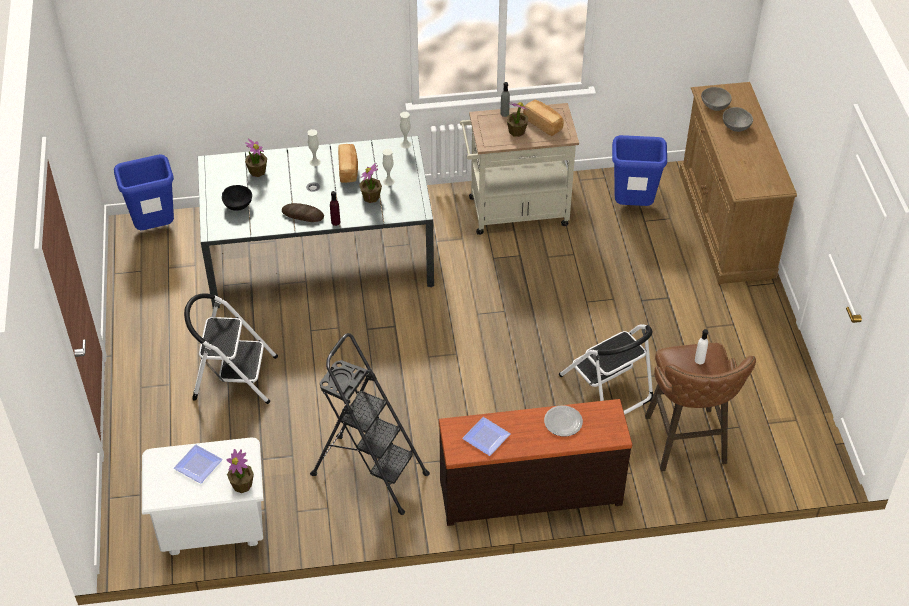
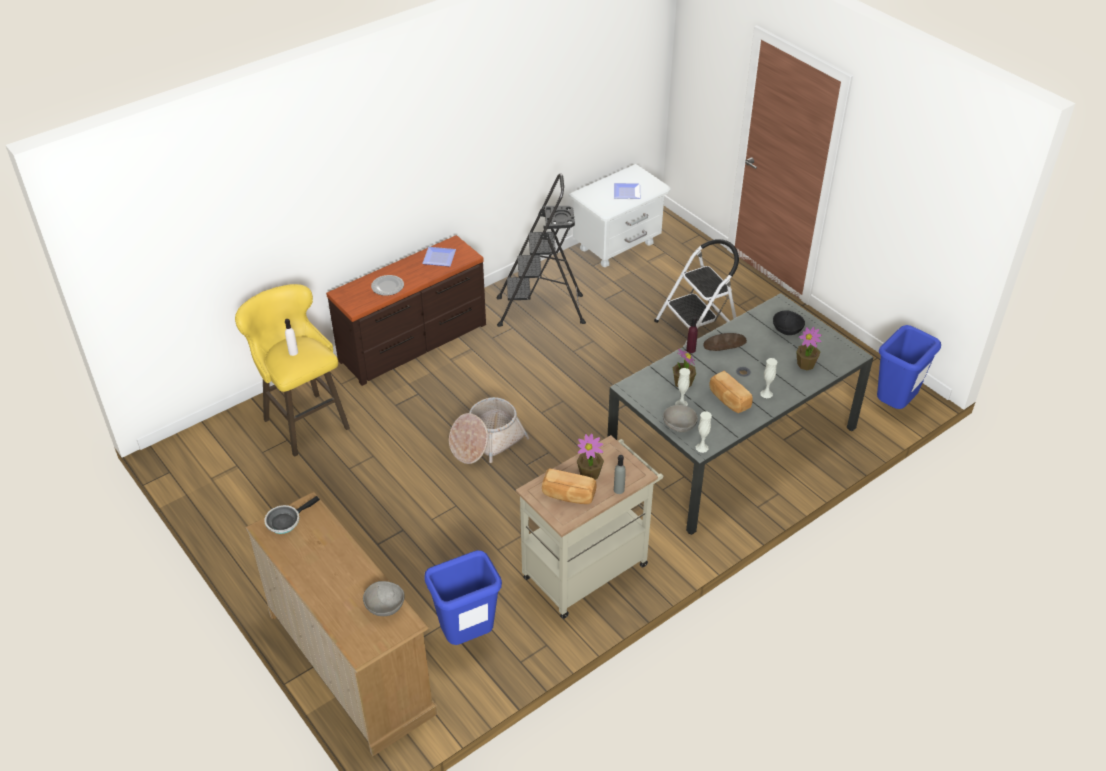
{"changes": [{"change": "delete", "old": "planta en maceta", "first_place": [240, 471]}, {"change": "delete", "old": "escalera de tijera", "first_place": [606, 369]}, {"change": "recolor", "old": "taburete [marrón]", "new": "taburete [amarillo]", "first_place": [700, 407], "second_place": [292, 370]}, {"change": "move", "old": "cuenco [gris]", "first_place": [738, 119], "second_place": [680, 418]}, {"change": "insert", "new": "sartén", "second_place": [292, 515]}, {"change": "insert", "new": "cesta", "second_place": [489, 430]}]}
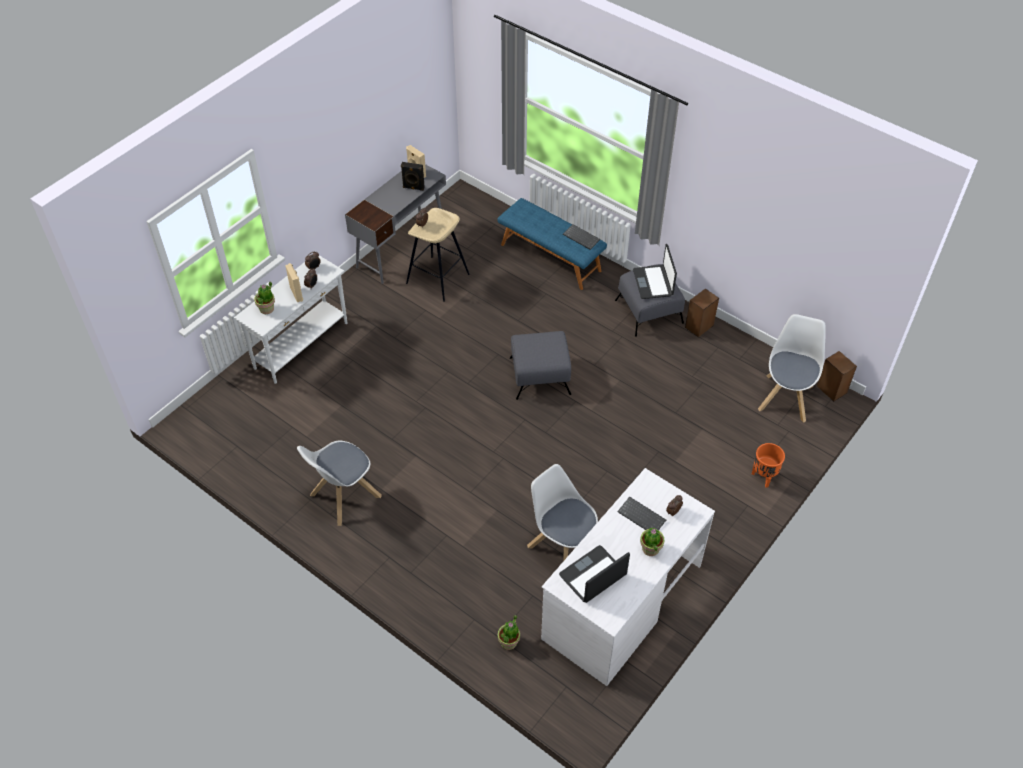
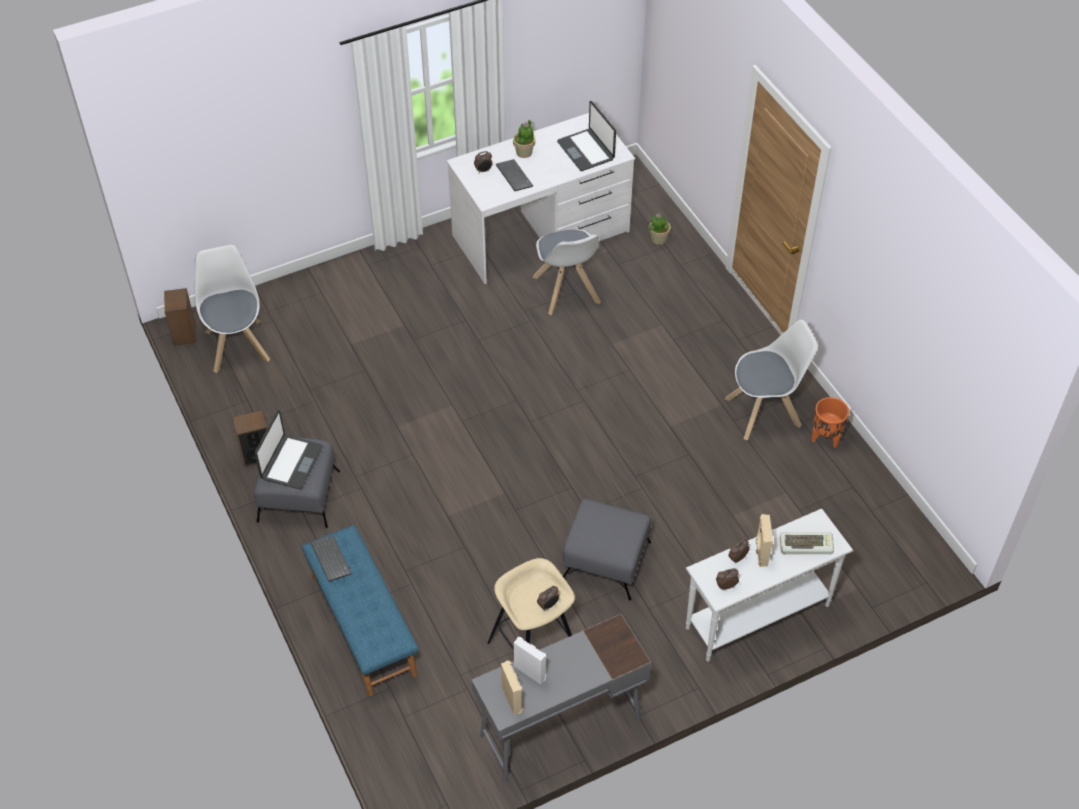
{"changes": [{"change": "replace", "old": "planta en maceta", "new": "teclado", "first_place": [264, 297], "second_place": [806, 543]}, {"change": "recolor", "old": "altavoz [negro]", "new": "altavoz [blanco]", "first_place": [413, 176], "second_place": [530, 660]}, {"change": "move", "old": "puf [gris]", "first_place": [540, 365], "second_place": [606, 549]}, {"change": "rotate", "old": "portátil", "first_place": [594, 574], "second_place": [586, 136], "degrees": 75}, {"change": "move", "old": "maceta [naranja]", "first_place": [768, 465], "second_place": [830, 422]}, {"change": "rotate", "old": "silla", "first_place": [792, 368], "second_place": [232, 309], "degrees": 120}]}
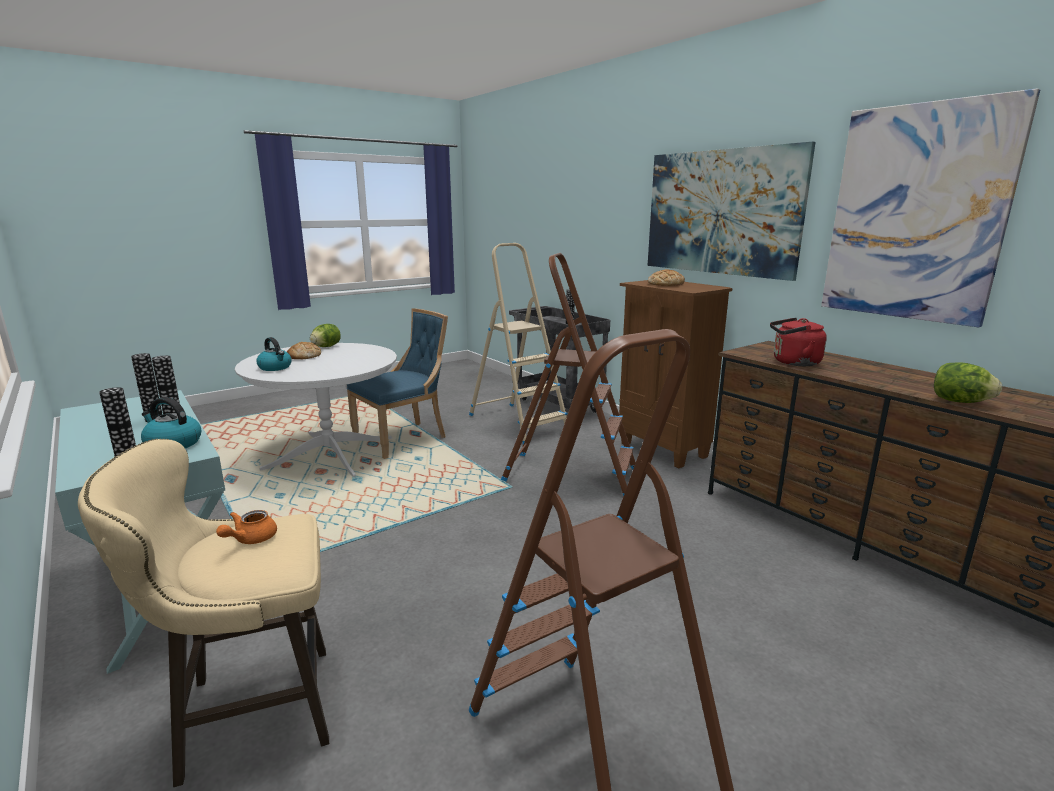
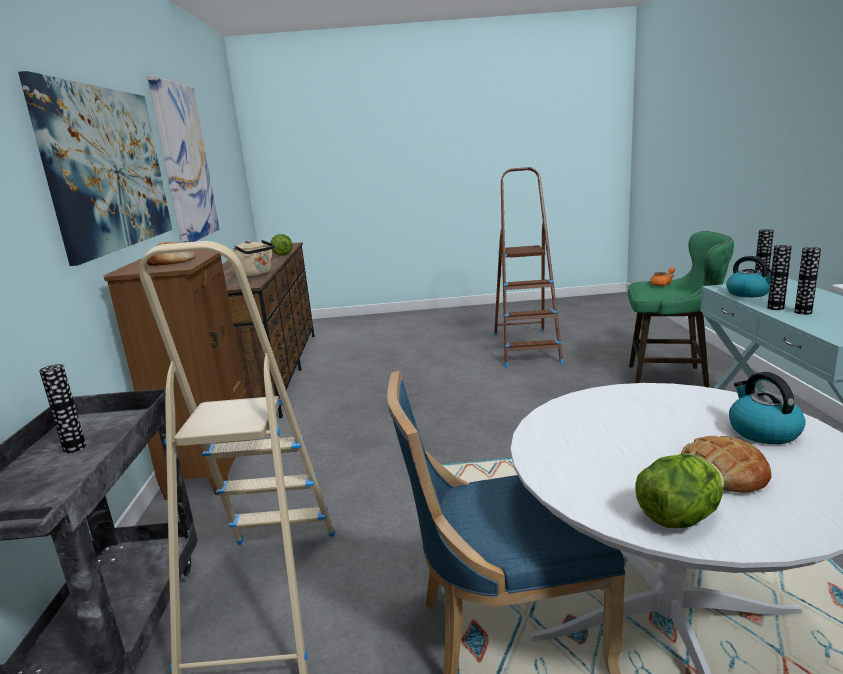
{"changes": [{"change": "recolor", "old": "taburete [beis]", "new": "taburete [verde]", "first_place": [203, 613], "second_place": [681, 309]}, {"change": "delete", "old": "escalera de tijera [marrón]", "first_place": [568, 374]}, {"change": "recolor", "old": "hervidor [rojo]", "new": "hervidor [beis]", "first_place": [798, 342], "second_place": [254, 259]}]}
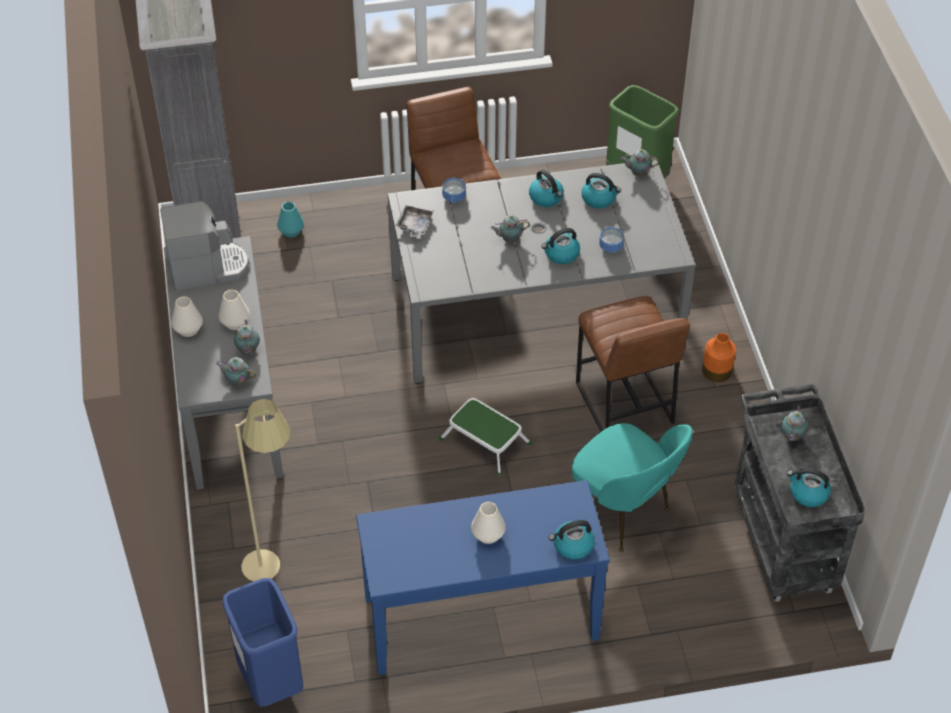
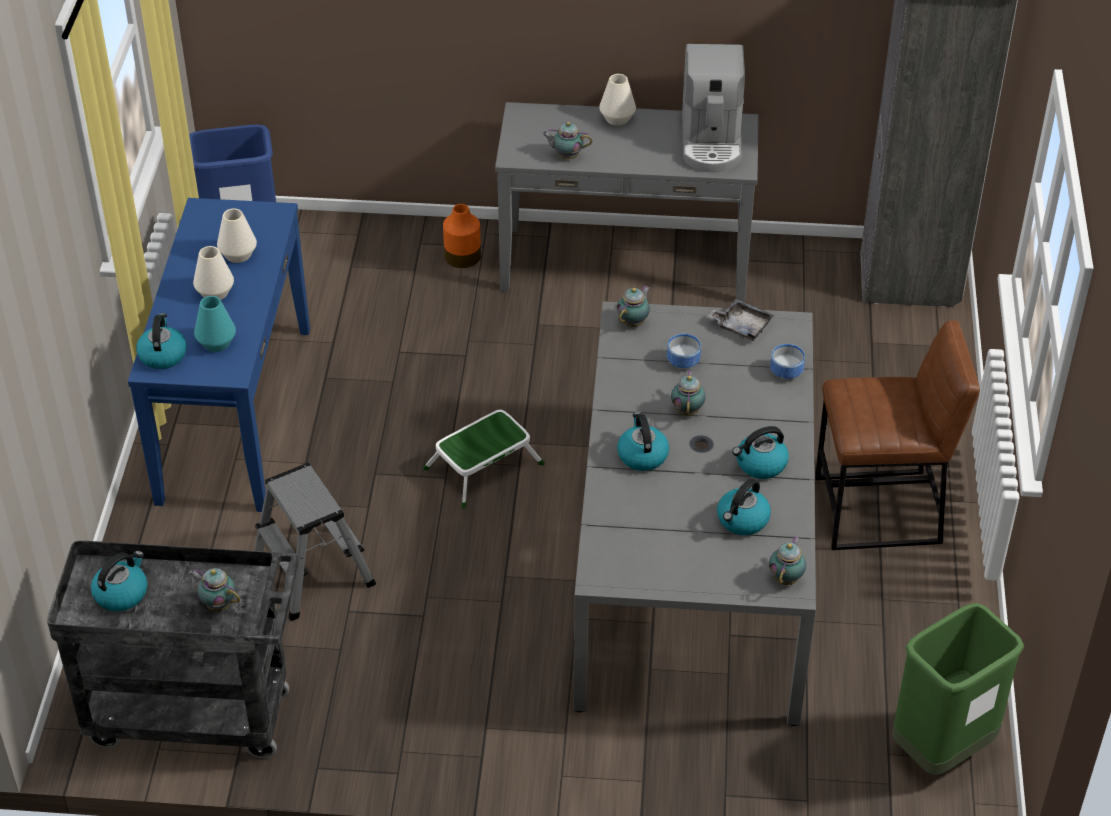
{"changes": [{"change": "move", "old": "tetera", "first_place": [235, 372], "second_place": [633, 306]}, {"change": "move", "old": "florero [blanco]", "first_place": [234, 310], "second_place": [237, 236]}, {"change": "delete", "old": "lámpara de pie [beis]", "first_place": [262, 490]}, {"change": "move", "old": "florero [turquesa]", "first_place": [290, 220], "second_place": [215, 324]}, {"change": "replace", "old": "silla [turquesa]", "new": "escalera de tijera [gris]", "first_place": [632, 487], "second_place": [315, 541]}, {"change": "delete", "old": "silla [marrón]", "first_place": [633, 364]}, {"change": "move", "old": "cuenco", "first_place": [611, 239], "second_place": [684, 351]}, {"change": "move", "old": "florero [naranja]", "first_place": [719, 357], "second_place": [462, 236]}]}
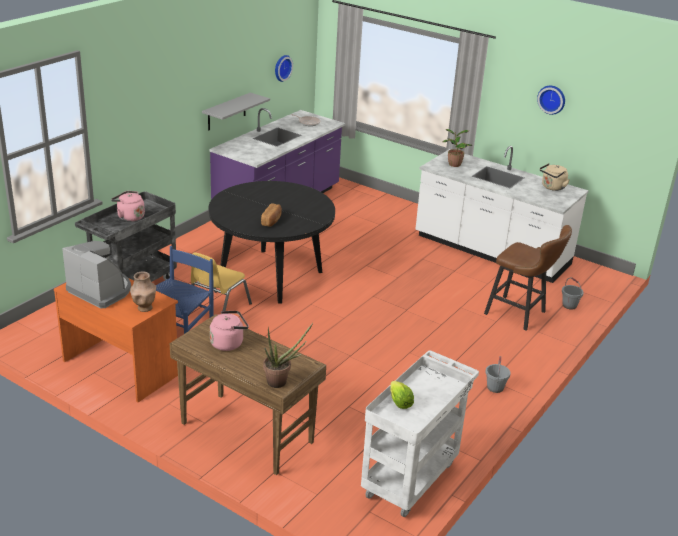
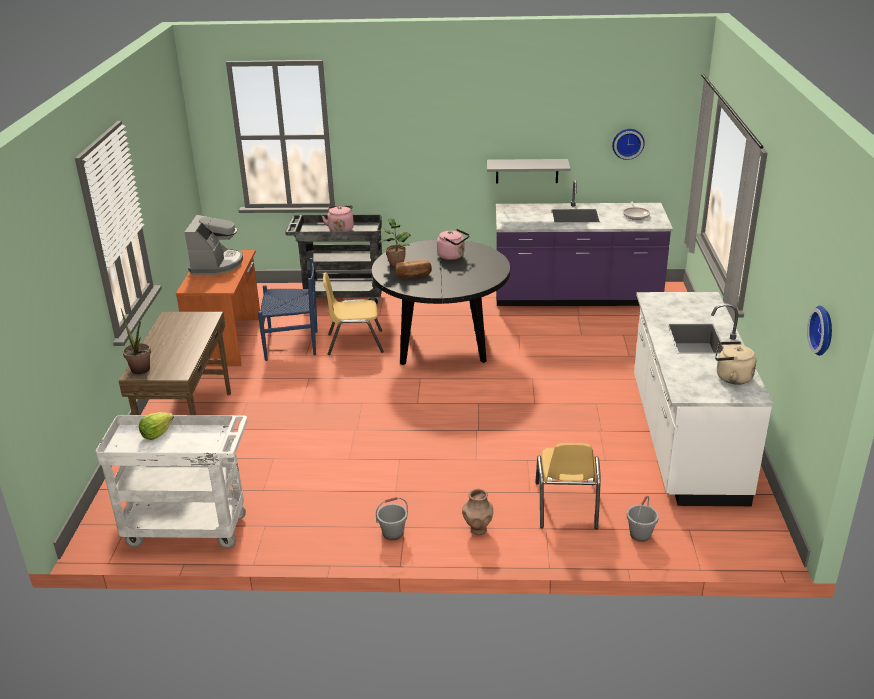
{"changes": [{"change": "move", "old": "florero [marrón]", "first_place": [143, 292], "second_place": [477, 512]}, {"change": "move", "old": "hervidor [rosa]", "first_place": [229, 331], "second_place": [453, 244]}, {"change": "move", "old": "planta en maceta", "first_place": [457, 148], "second_place": [394, 242]}, {"change": "replace", "old": "taburete [marrón]", "new": "silla [amarillo]", "first_place": [528, 278], "second_place": [568, 486]}, {"change": "move", "old": "reloj de pared", "first_place": [551, 100], "second_place": [819, 331]}]}
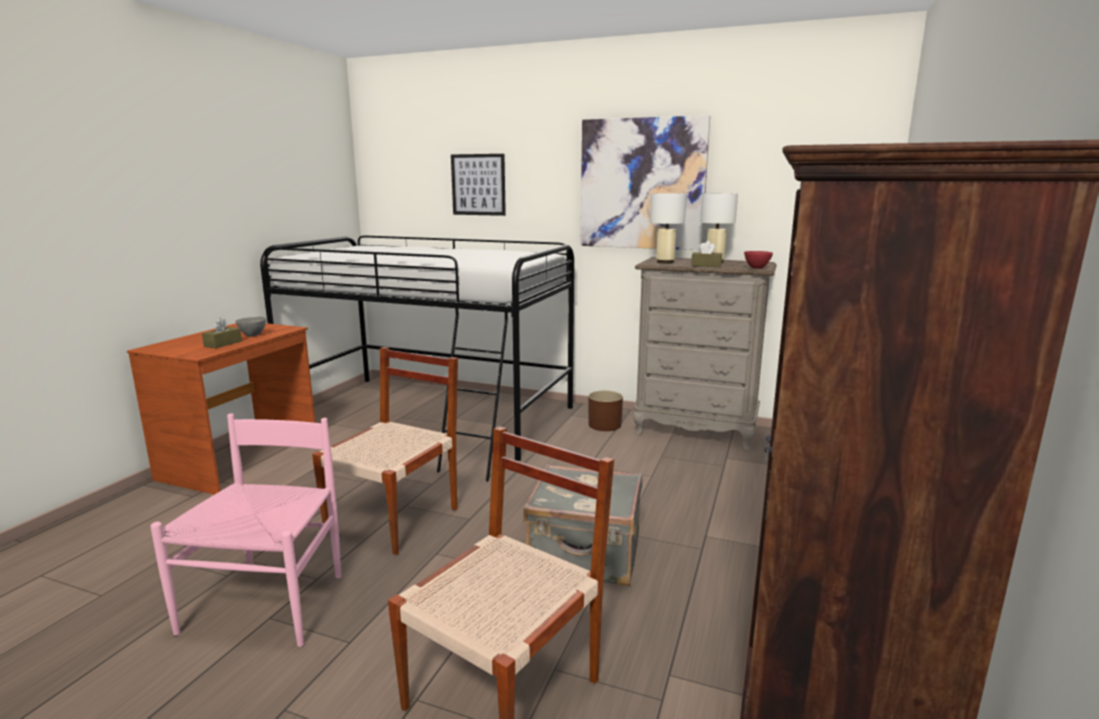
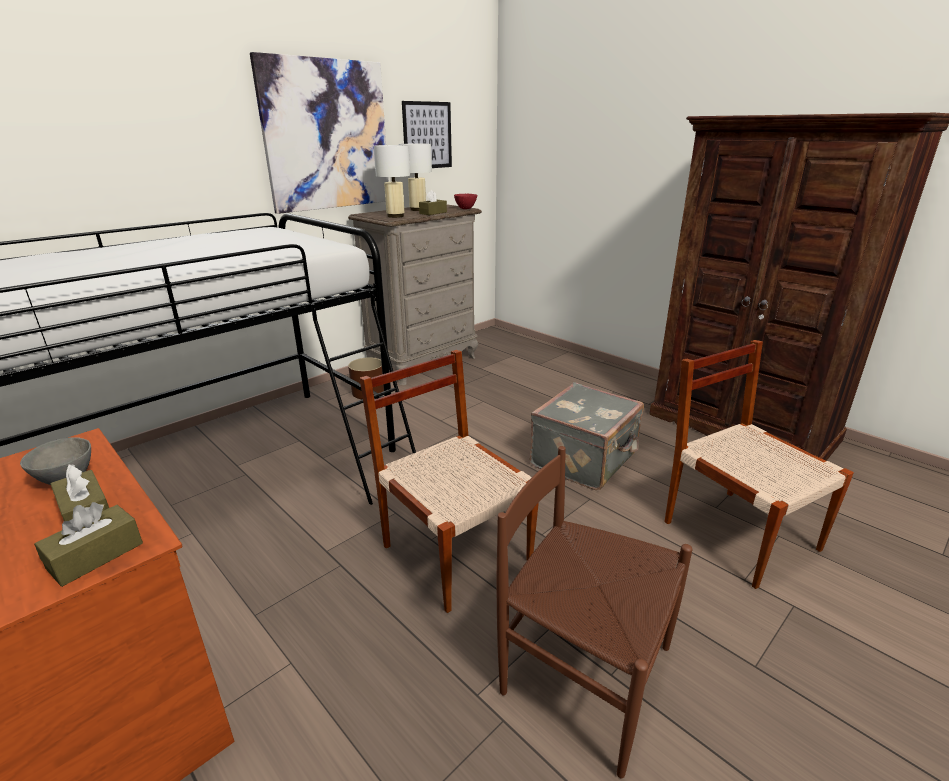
{"changes": [{"change": "recolor", "old": "silla [rosa]", "new": "silla [marrón]", "first_place": [245, 530], "second_place": [594, 612]}, {"change": "move", "old": "cuadro", "first_place": [478, 185], "second_place": [427, 134]}, {"change": "insert", "new": "caja de pañuelos [marrón]", "second_place": [88, 544]}]}
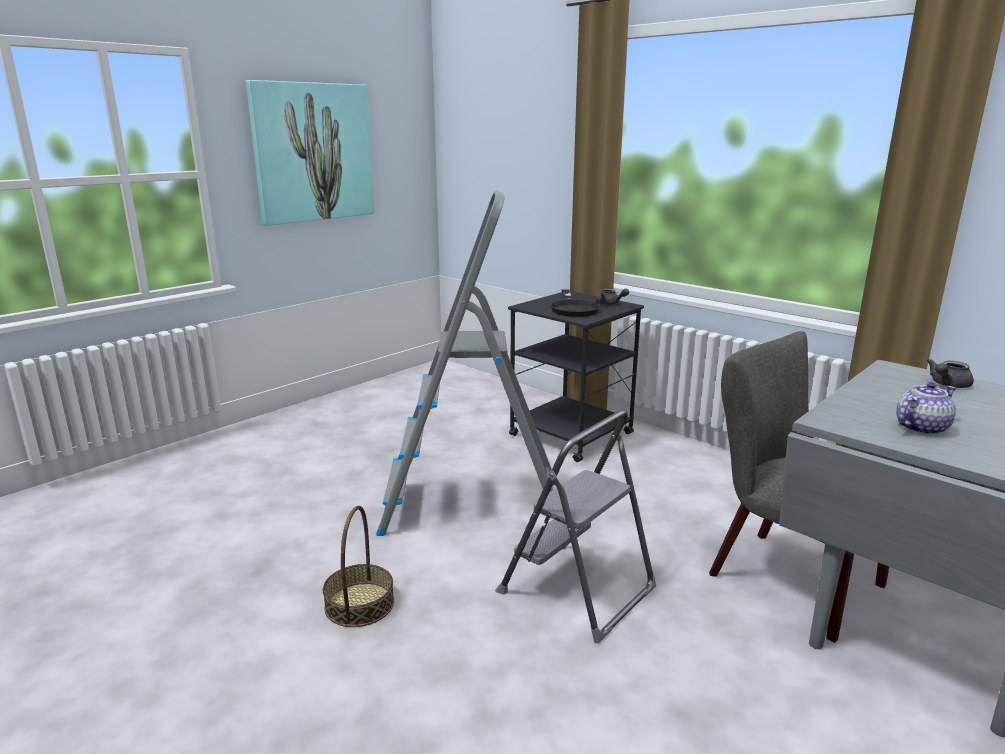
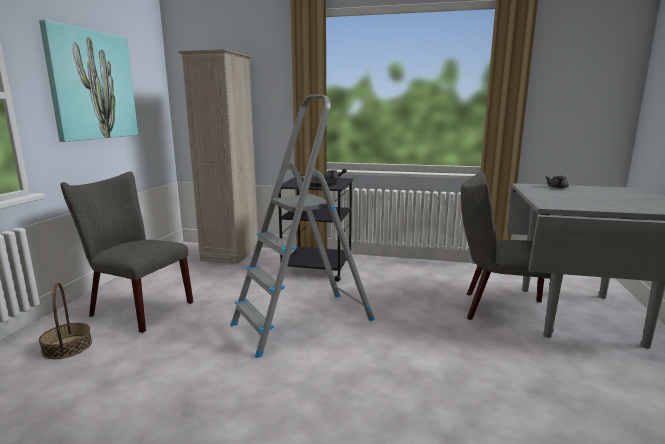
{"changes": [{"change": "move", "old": "cesta", "first_place": [358, 566], "second_place": [65, 320]}, {"change": "delete", "old": "escalera de tijera [gris]", "first_place": [575, 526]}, {"change": "delete", "old": "tetera", "first_place": [926, 408]}, {"change": "insert", "new": "silla [gris]", "second_place": [126, 252]}, {"change": "insert", "new": "armario [beis]", "second_place": [218, 156]}]}
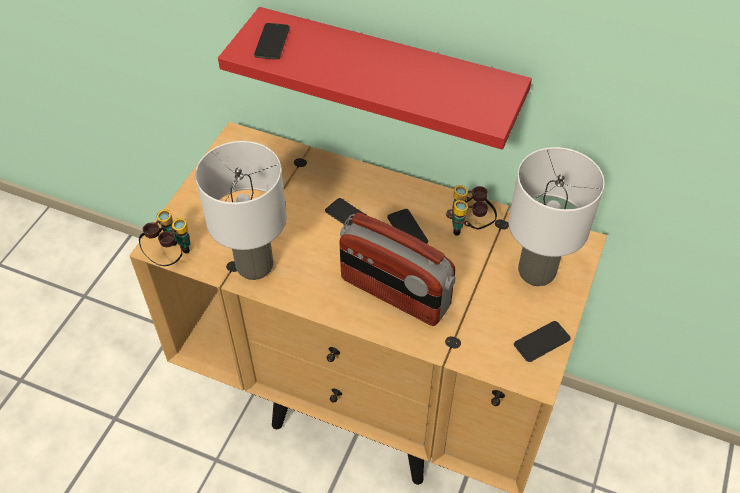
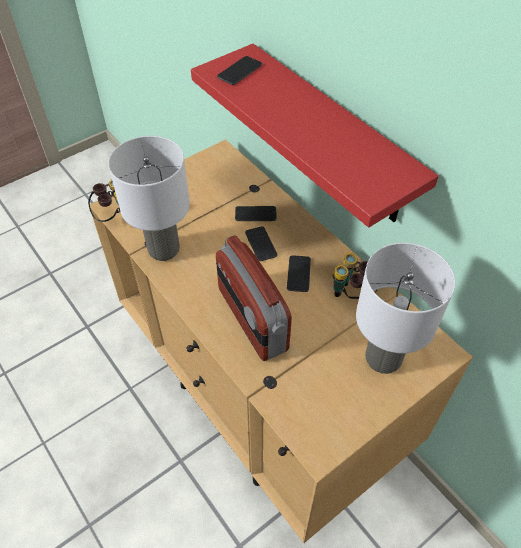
{"changes": [{"change": "move", "old": "móvil", "first_place": [542, 341], "second_place": [256, 213]}]}
